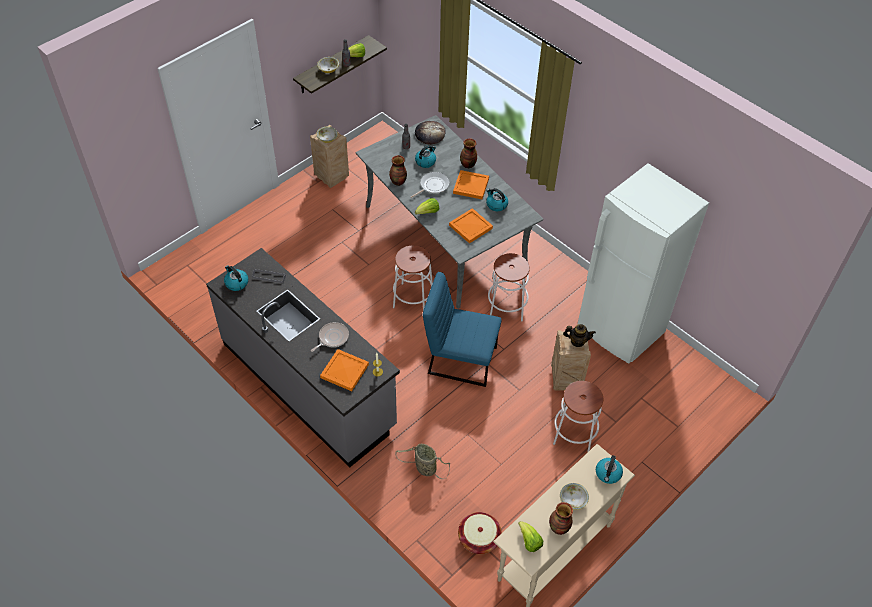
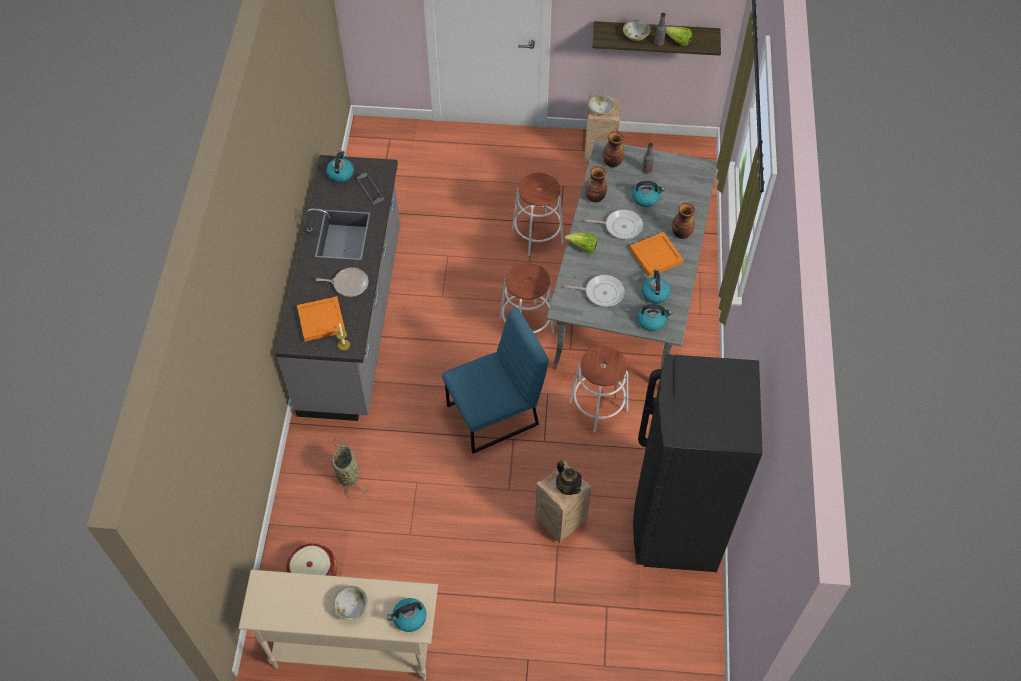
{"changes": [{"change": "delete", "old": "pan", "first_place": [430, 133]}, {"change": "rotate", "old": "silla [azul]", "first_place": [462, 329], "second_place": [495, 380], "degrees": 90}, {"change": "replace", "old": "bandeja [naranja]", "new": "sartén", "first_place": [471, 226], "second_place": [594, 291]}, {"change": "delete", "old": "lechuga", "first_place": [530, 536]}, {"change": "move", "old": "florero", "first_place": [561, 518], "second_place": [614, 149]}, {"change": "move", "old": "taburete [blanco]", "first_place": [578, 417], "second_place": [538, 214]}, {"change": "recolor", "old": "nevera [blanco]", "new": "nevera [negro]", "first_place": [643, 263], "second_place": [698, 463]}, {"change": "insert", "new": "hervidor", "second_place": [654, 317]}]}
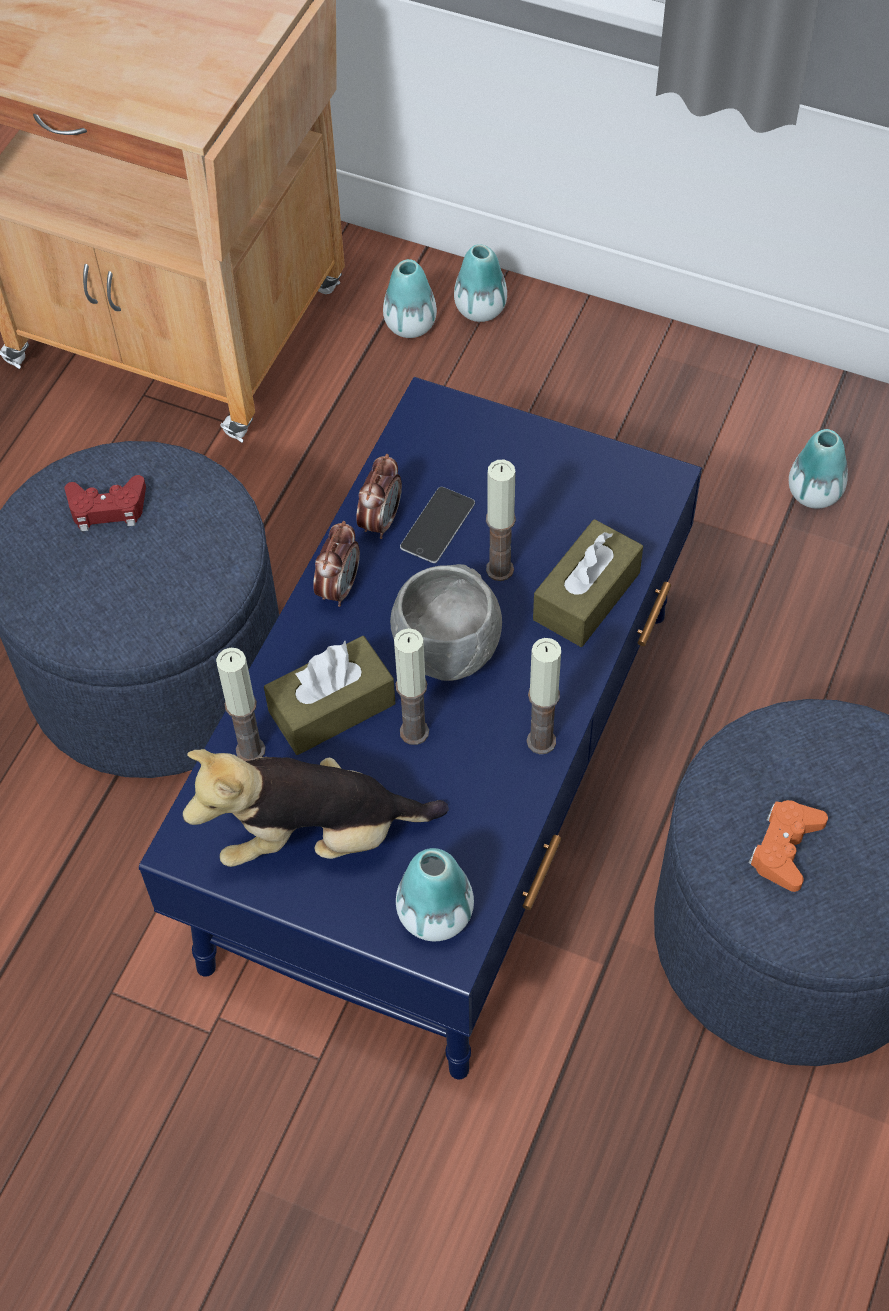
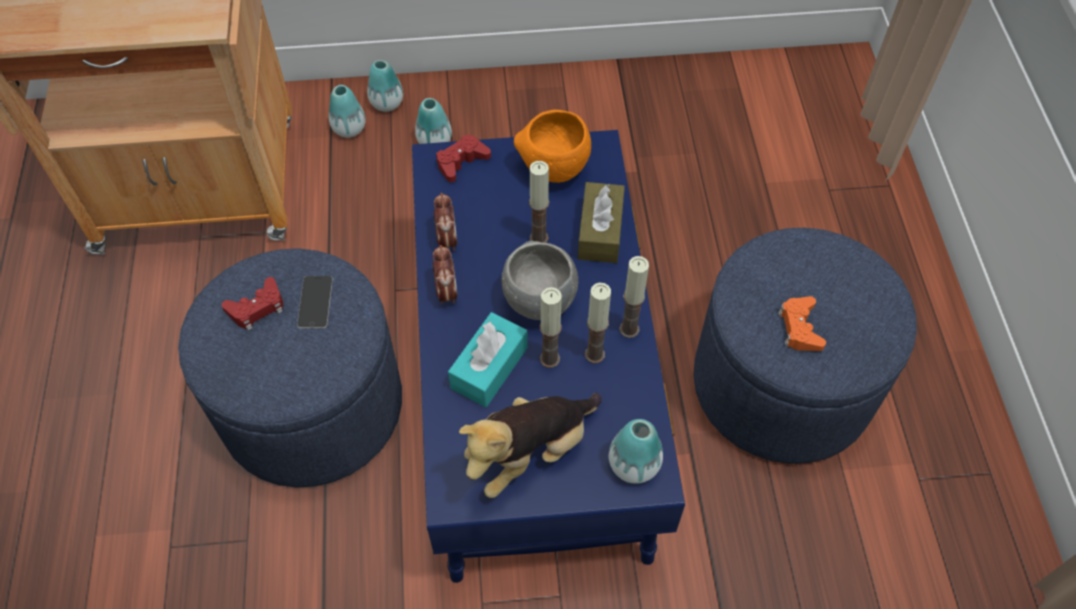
{"changes": [{"change": "move", "old": "vela", "first_place": [240, 704], "second_place": [598, 323]}, {"change": "recolor", "old": "caja de pañuelos [marrón]", "new": "caja de pañuelos [turquesa]", "first_place": [329, 695], "second_place": [488, 360]}, {"change": "move", "old": "móvil", "first_place": [437, 525], "second_place": [315, 302]}, {"change": "move", "old": "florero", "first_place": [818, 469], "second_place": [433, 121]}, {"change": "insert", "new": "mando de consola [rojo]", "second_place": [463, 158]}, {"change": "insert", "new": "cuenco [naranja]", "second_place": [552, 146]}]}
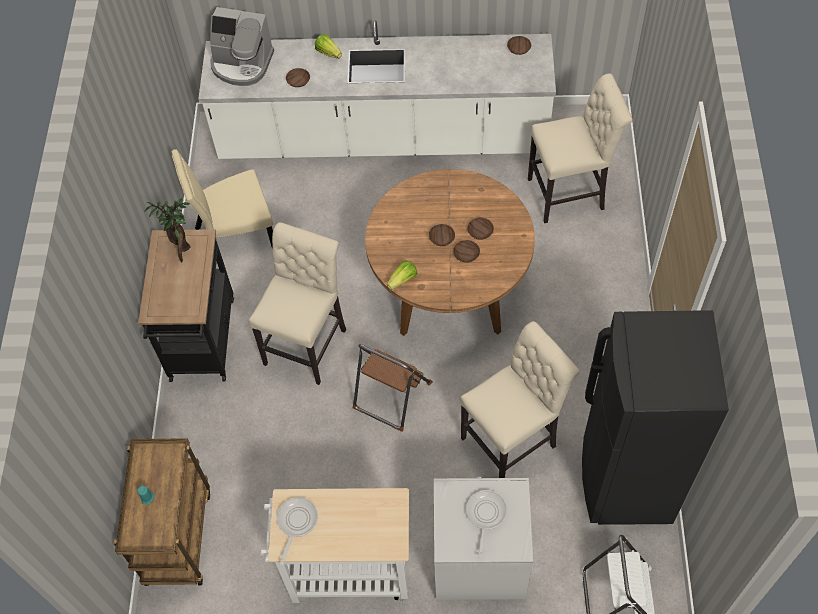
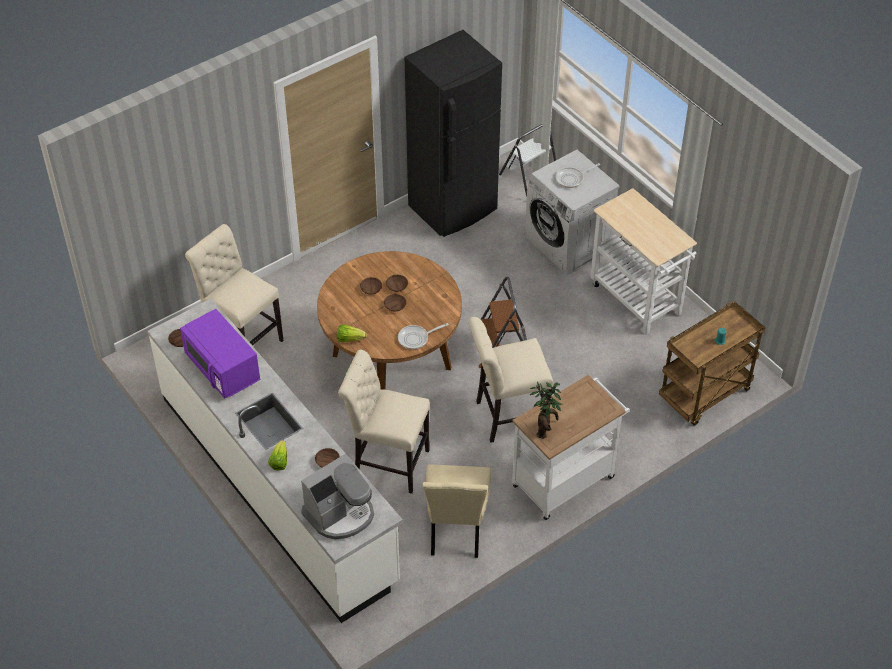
{"changes": [{"change": "recolor", "old": "carrito [negro]", "new": "carrito [blanco]", "first_place": [186, 305], "second_place": [571, 447]}, {"change": "rotate", "old": "silla [beis]", "first_place": [223, 198], "second_place": [456, 511], "degrees": 60}, {"change": "rotate", "old": "cafetera", "first_place": [242, 46], "second_place": [337, 497], "degrees": 75}, {"change": "move", "old": "sartén", "first_place": [297, 531], "second_place": [423, 336]}, {"change": "move", "old": "lechuga", "first_place": [402, 275], "second_place": [352, 333]}, {"change": "move", "old": "taburete [beis]", "first_place": [520, 399], "second_place": [384, 422]}, {"change": "insert", "new": "microondas [morado]", "second_place": [220, 354]}]}
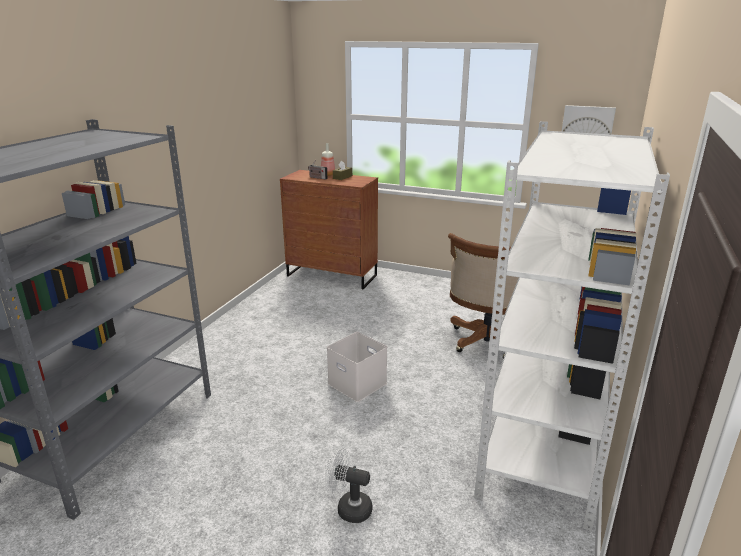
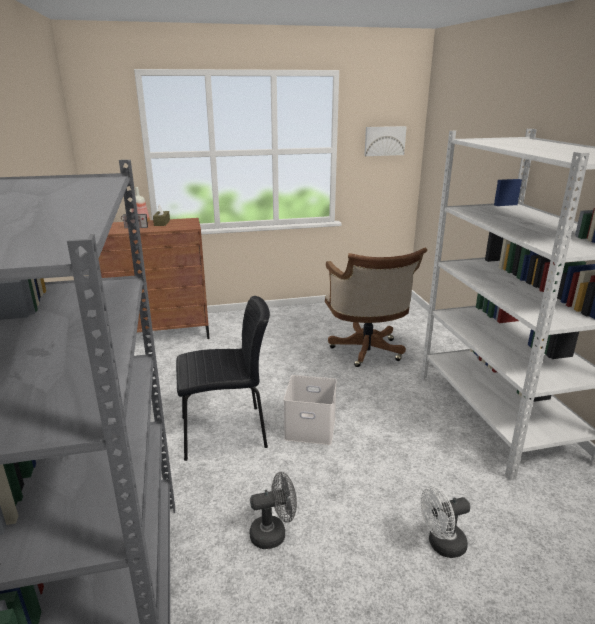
{"changes": [{"change": "insert", "new": "silla [negro]", "second_place": [223, 378]}, {"change": "insert", "new": "ventilador [gris]", "second_place": [273, 510]}]}
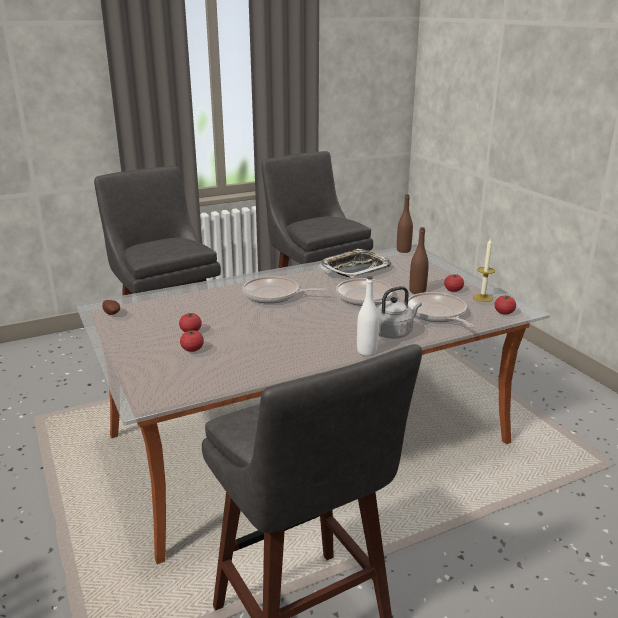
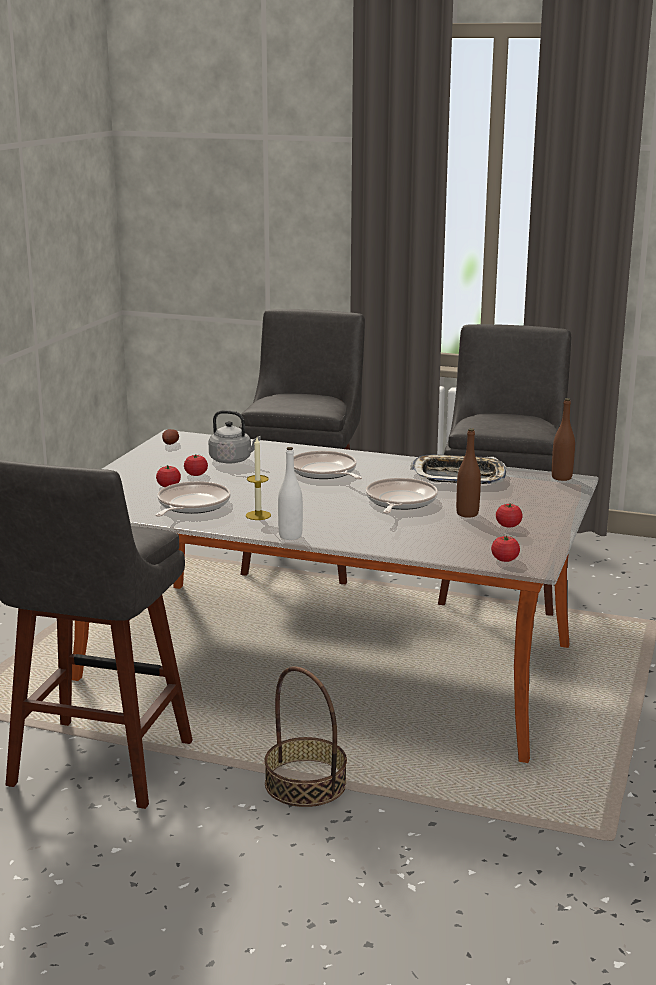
{"changes": [{"change": "move", "old": "hervidor [gris]", "first_place": [399, 312], "second_place": [235, 437]}, {"change": "move", "old": "sartén", "first_place": [441, 310], "second_place": [192, 499]}, {"change": "move", "old": "vela", "first_place": [484, 270], "second_place": [258, 479]}, {"change": "insert", "new": "cesta", "second_place": [305, 736]}]}
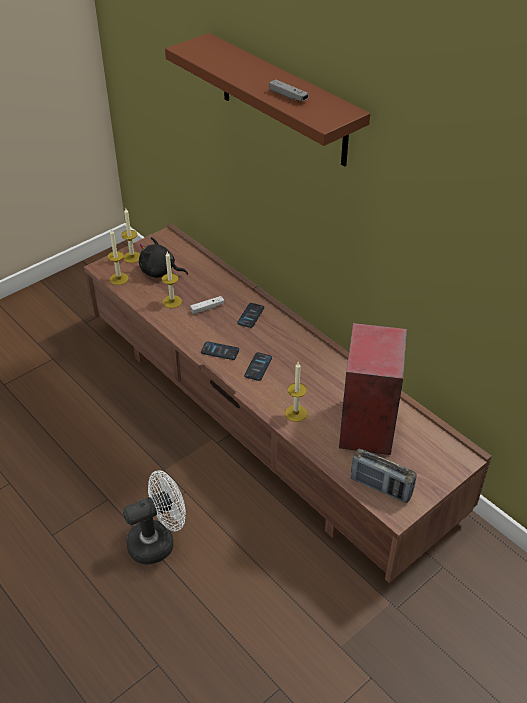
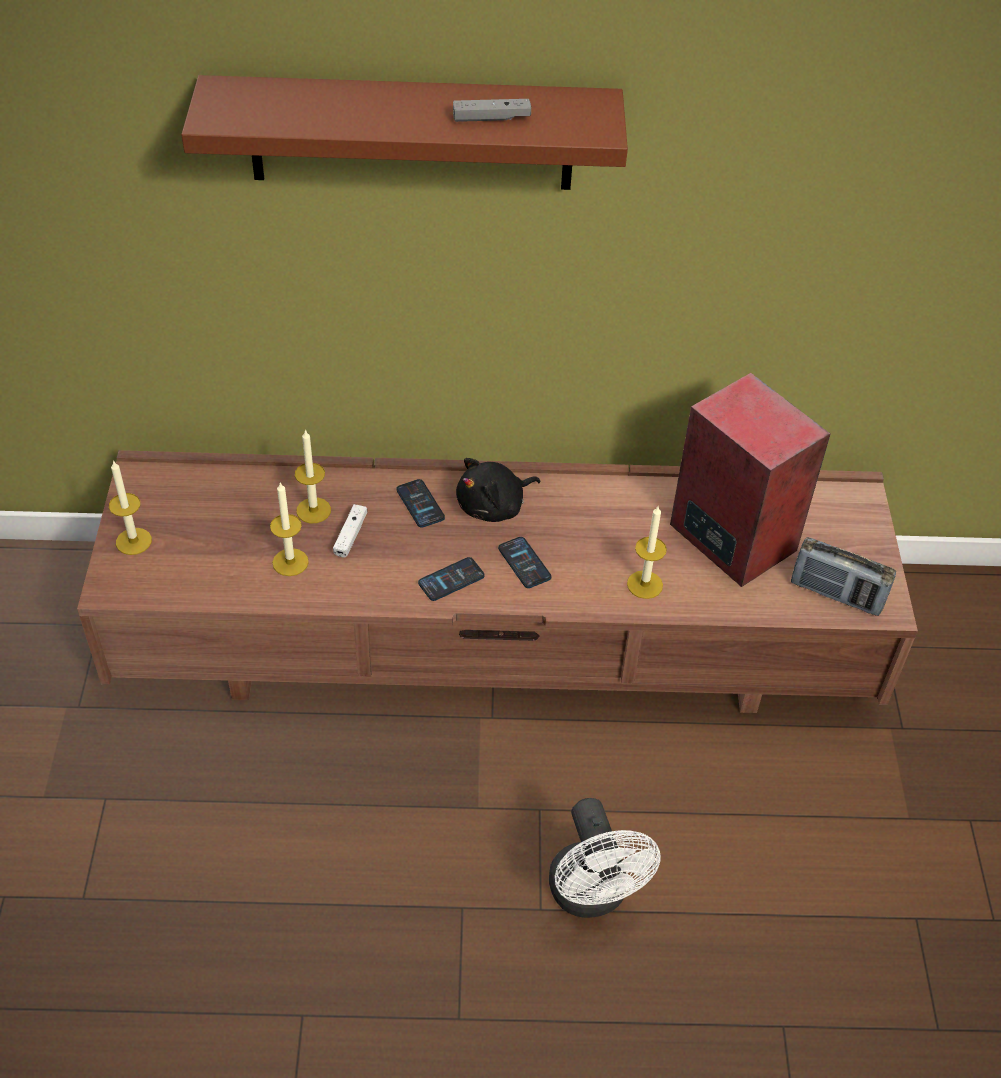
{"changes": [{"change": "move", "old": "vela", "first_place": [118, 257], "second_place": [313, 476]}, {"change": "rotate", "old": "ventilador [blanco]", "first_place": [154, 517], "second_place": [605, 858], "degrees": 150}, {"change": "move", "old": "peluche [negro]", "first_place": [163, 257], "second_place": [498, 490]}, {"change": "rotate", "old": "radio", "first_place": [384, 475], "second_place": [843, 576], "degrees": 45}]}
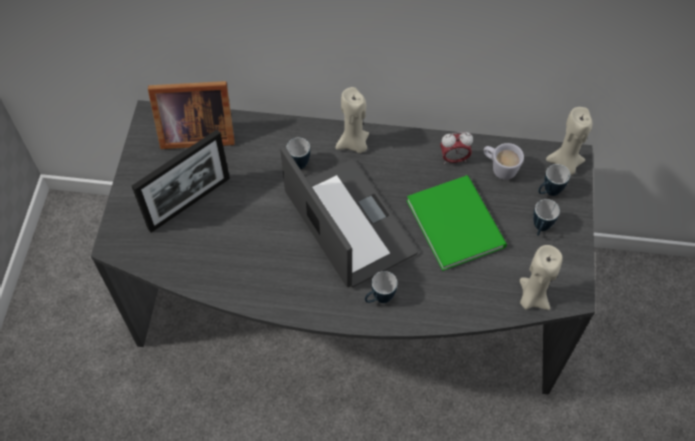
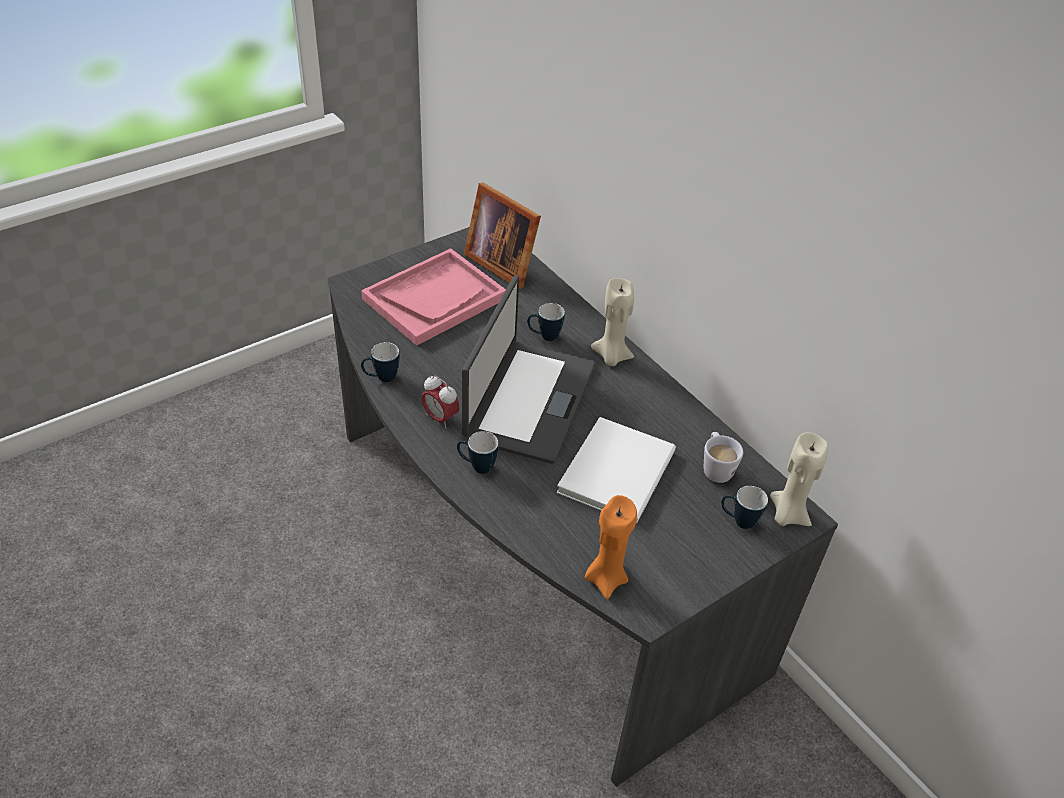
{"changes": [{"change": "replace", "old": "portarretratos", "new": "bandeja [rosa]", "first_place": [181, 181], "second_place": [433, 297]}, {"change": "recolor", "old": "libro [verde]", "new": "libro [blanco]", "first_place": [457, 223], "second_place": [616, 470]}, {"change": "move", "old": "despertador", "first_place": [456, 148], "second_place": [440, 402]}, {"change": "recolor", "old": "vela [beis]", "new": "vela [naranja]", "first_place": [541, 277], "second_place": [611, 547]}, {"change": "move", "old": "taza grande", "first_place": [546, 217], "second_place": [380, 362]}]}
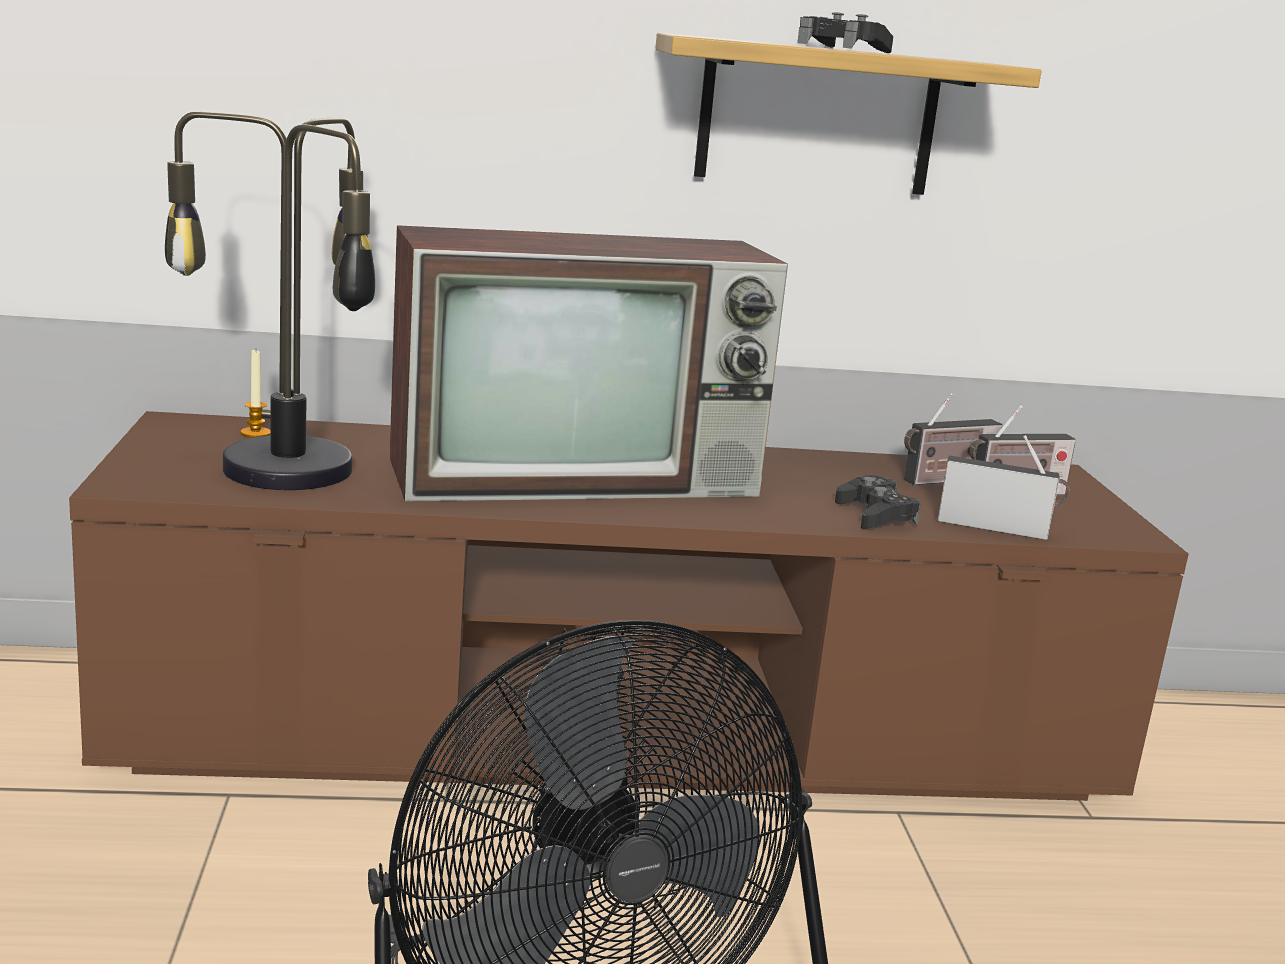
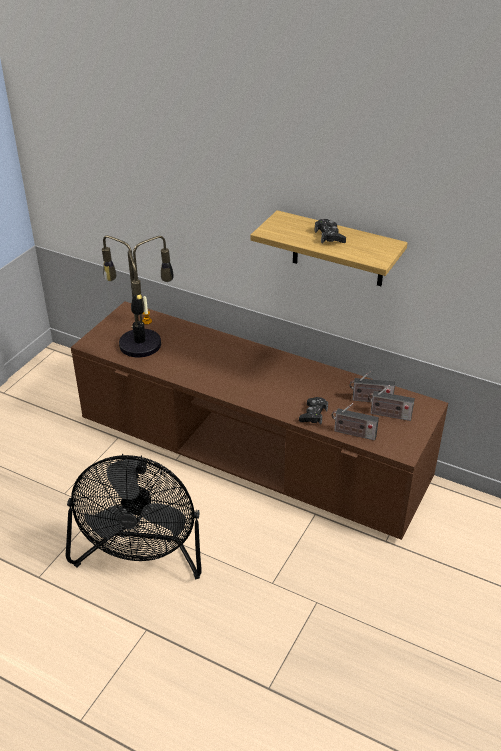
{"changes": [{"change": "delete", "old": "televisor", "first_place": [589, 363]}, {"change": "rotate", "old": "radio", "first_place": [1003, 487], "second_place": [355, 421], "degrees": 150}]}
